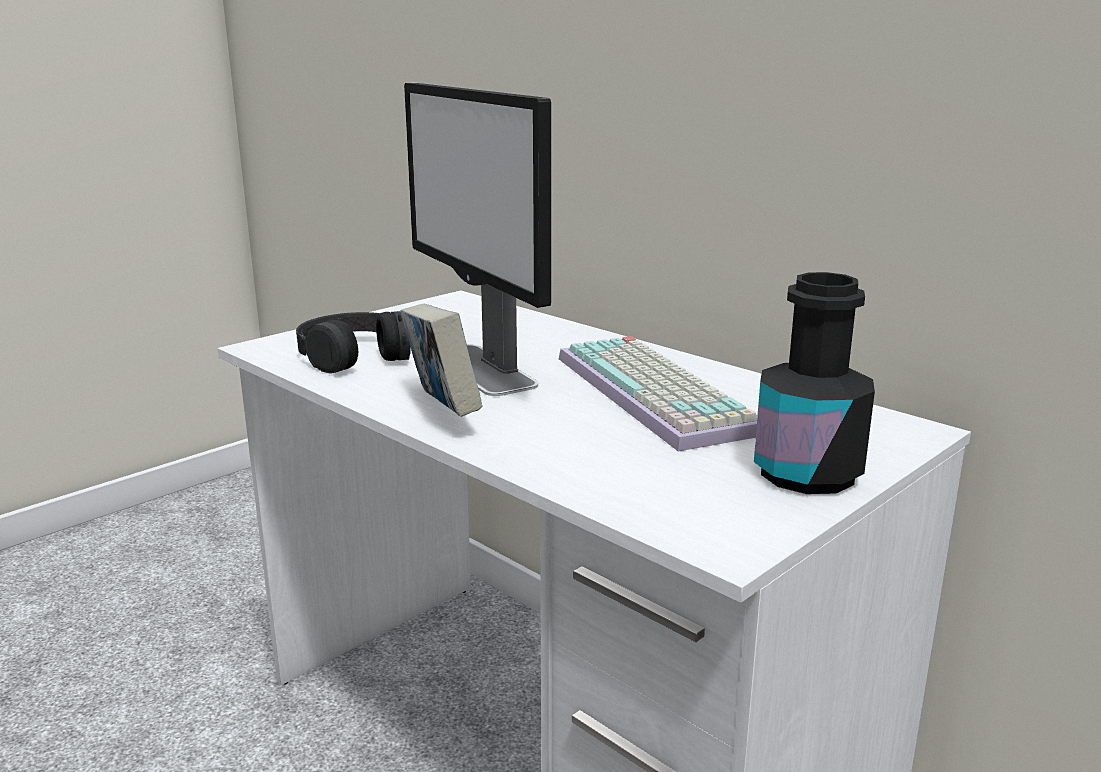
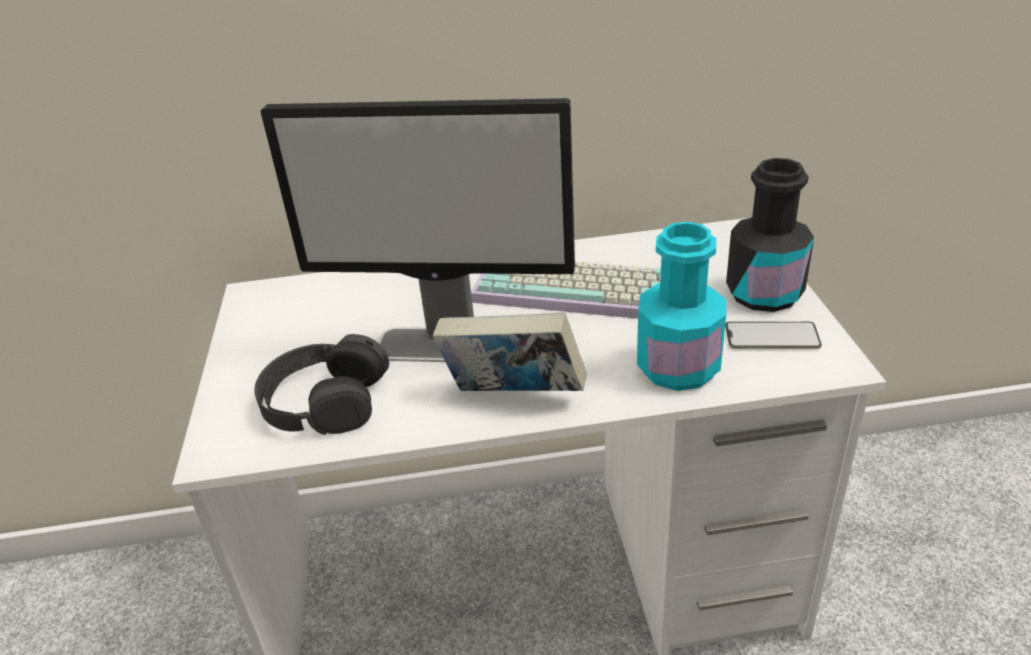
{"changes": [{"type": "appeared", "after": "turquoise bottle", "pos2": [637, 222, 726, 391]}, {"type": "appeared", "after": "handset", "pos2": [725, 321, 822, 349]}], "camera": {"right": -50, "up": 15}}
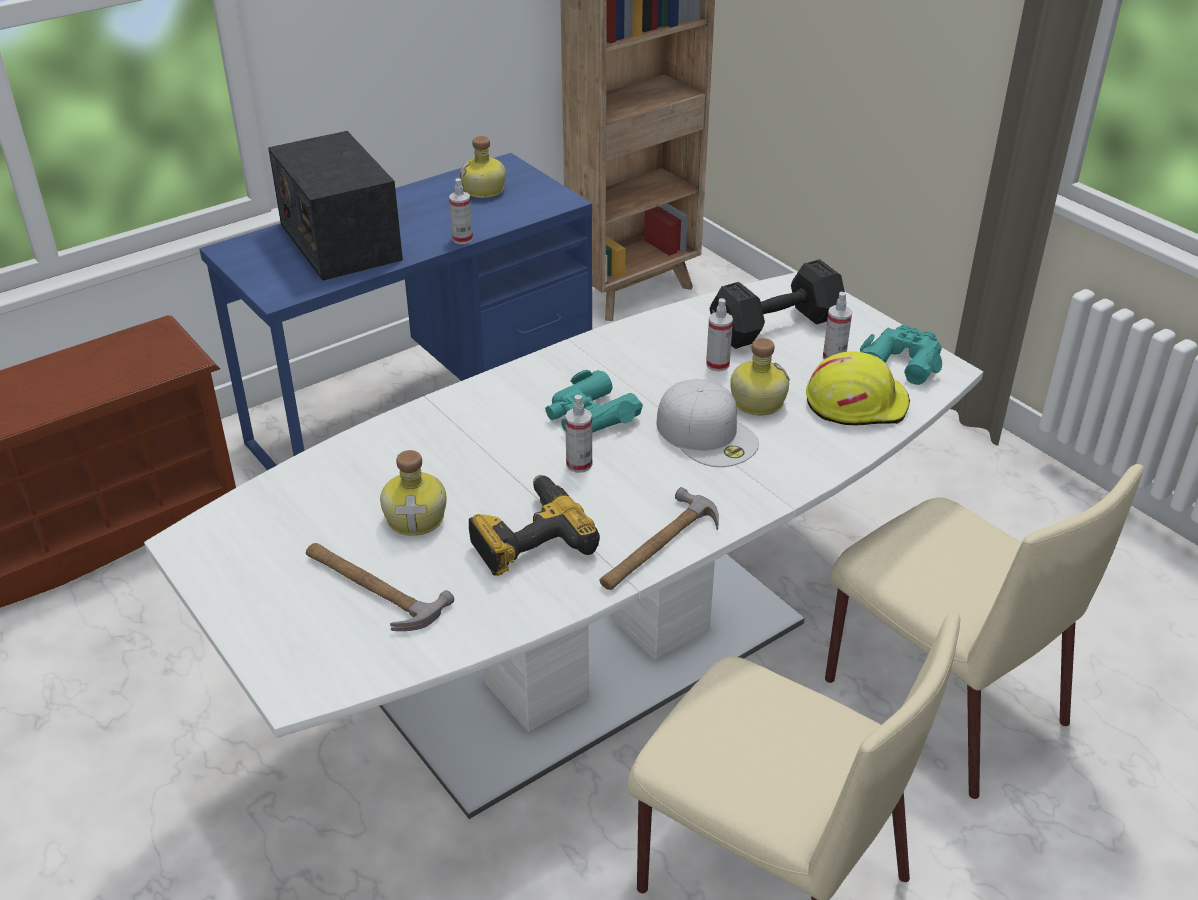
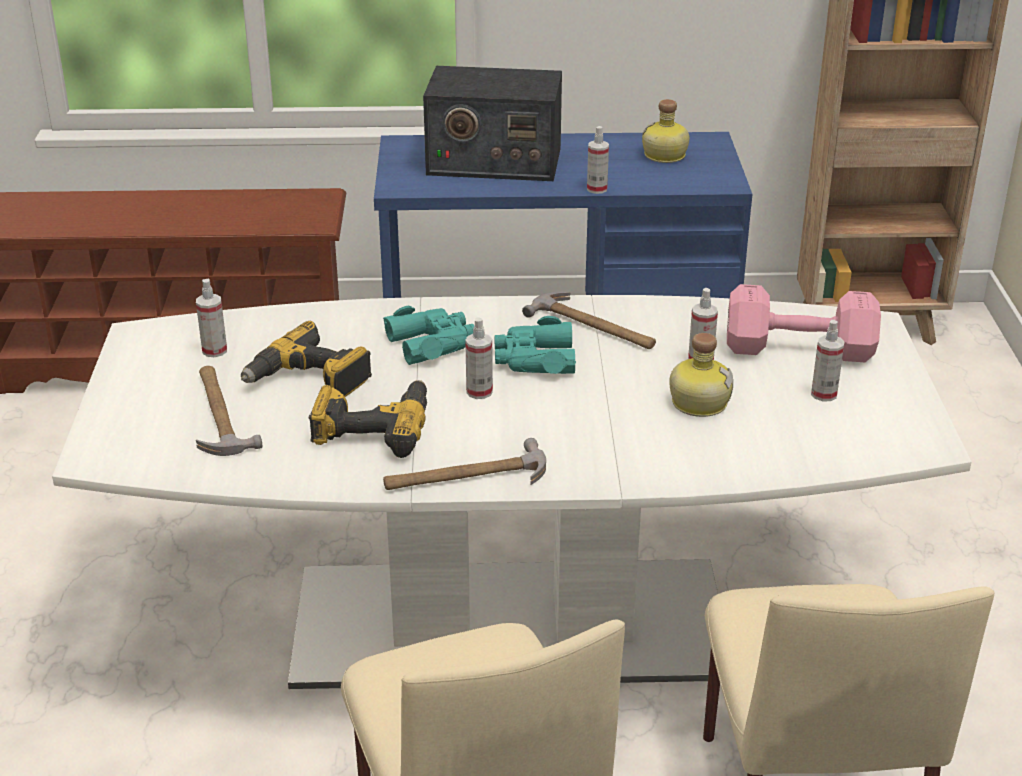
{"changes": [{"type": "spun", "before": "radio receiver", "pos1": [268, 131, 403, 281], "pos2": [423, 66, 562, 181], "turn": -90}, {"type": "exchanged", "before": "bottle", "after": "power drill", "pos1": [380, 450, 447, 536], "pos2": [241, 321, 372, 397]}, {"type": "missing", "before": "white cap", "pos1": [657, 379, 759, 467]}, {"type": "colour", "before": "black-coloured free weight", "after": "pink-coloured free weight", "pos1": [709, 259, 845, 349], "pos2": [727, 284, 881, 362]}, {"type": "missing", "before": "yellowish work helmet", "pos1": [806, 351, 910, 425]}, {"type": "relocated", "before": "turquoise pair of binoculars", "pos1": [859, 324, 942, 385], "pos2": [383, 306, 475, 365]}, {"type": "appeared", "after": "spray bottle", "pos2": [196, 279, 227, 357]}, {"type": "appeared", "after": "hand hammer", "pos2": [522, 292, 656, 349]}], "camera": {"right": 35, "up": -5}}
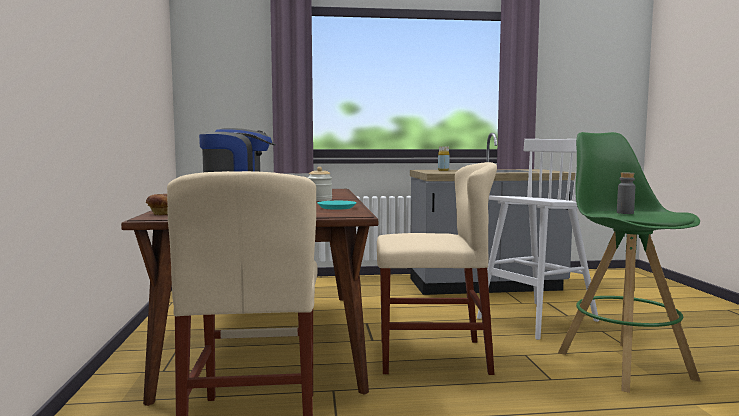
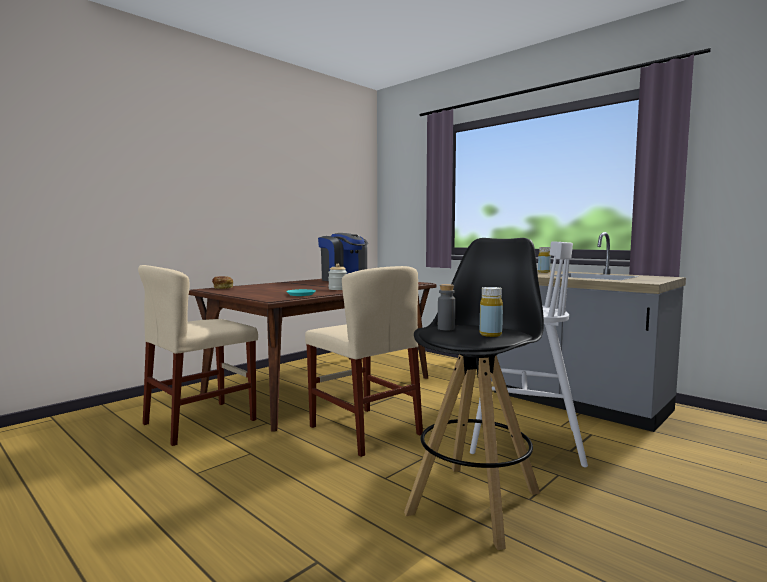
{"changes": [{"type": "colour", "before": "green-coloured sitting stool", "after": "black-coloured sitting stool", "pos1": [558, 132, 701, 393], "pos2": [404, 238, 544, 550]}, {"type": "appeared", "after": "yellowish bottle", "pos2": [480, 287, 503, 337]}], "camera": {"right": 50, "up": 0}}
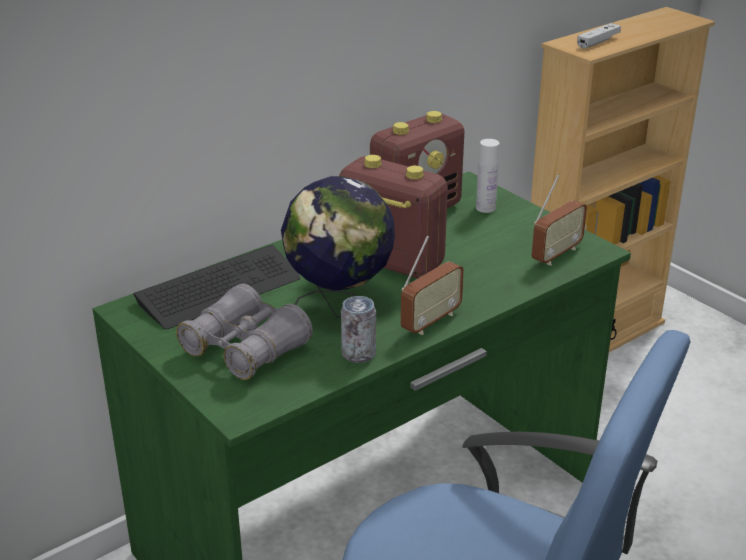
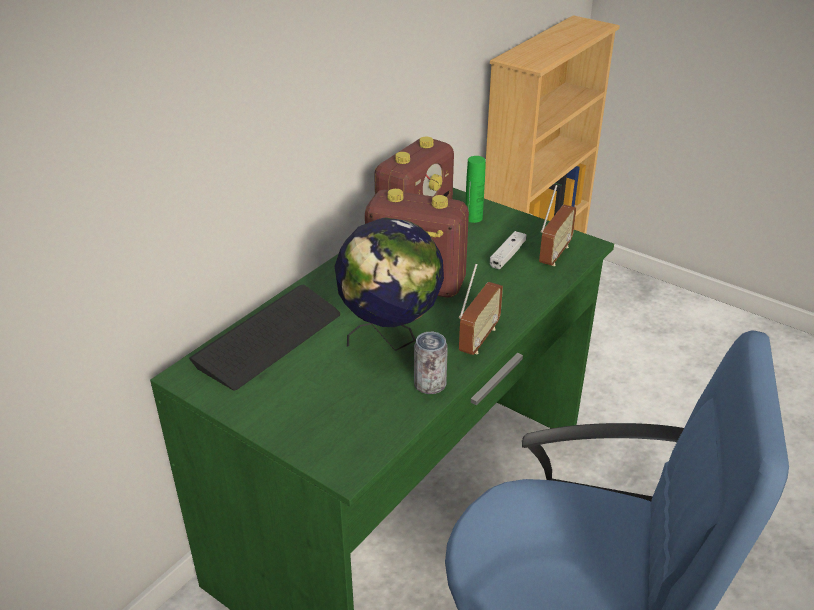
{"changes": [{"type": "missing", "before": "grey pair of binoculars", "pos1": [176, 284, 313, 380]}, {"type": "colour", "before": "white bottle", "after": "green-coloured bottle", "pos1": [476, 139, 500, 213], "pos2": [465, 156, 486, 223]}, {"type": "relocated", "before": "white game controller", "pos1": [577, 23, 621, 49], "pos2": [490, 231, 526, 269]}], "camera": {"right": -15, "up": 5}}
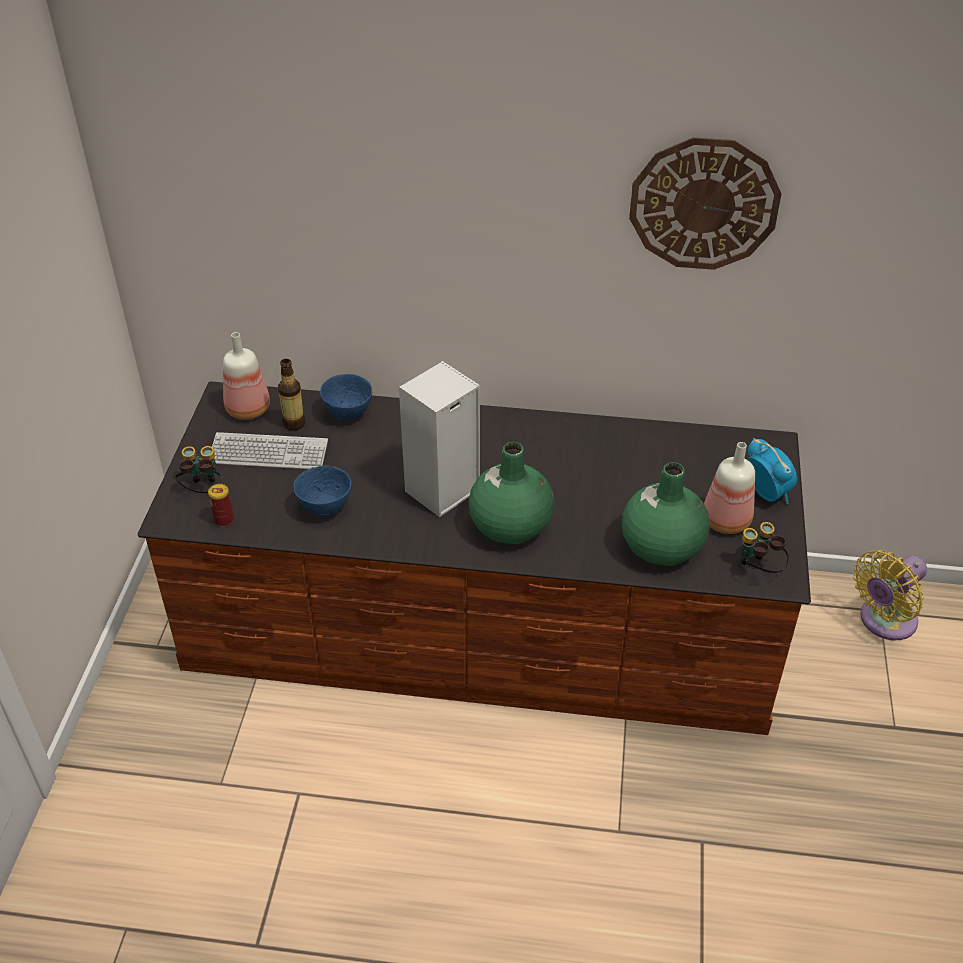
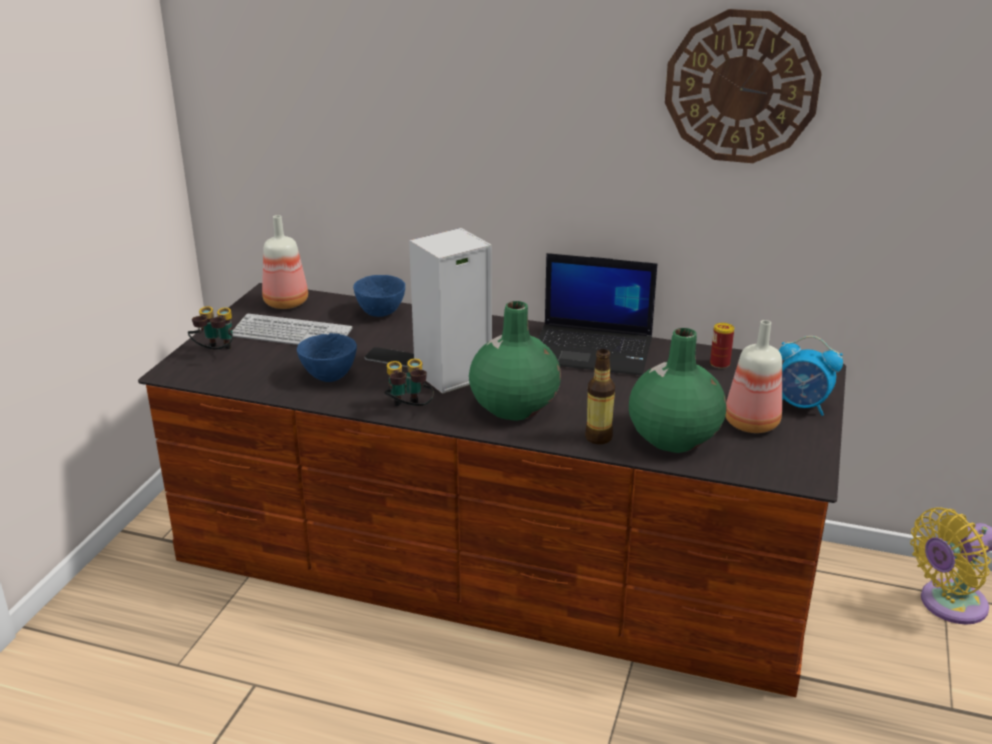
{"changes": [{"type": "relocated", "before": "metal can", "pos1": [208, 484, 234, 527], "pos2": [710, 323, 734, 369]}, {"type": "relocated", "before": "bottle", "pos1": [278, 359, 305, 431], "pos2": [585, 349, 615, 444]}, {"type": "relocated", "before": "pair of binoculars", "pos1": [740, 522, 789, 573], "pos2": [384, 359, 434, 406]}, {"type": "spun", "before": "table clock", "pos1": [746, 438, 797, 504], "pos2": [779, 336, 843, 416], "turn": 135}, {"type": "appeared", "after": "handset", "pos2": [364, 347, 414, 367]}, {"type": "appeared", "after": "laptop", "pos2": [538, 253, 658, 376]}], "camera": {"right": 10, "up": -15}}
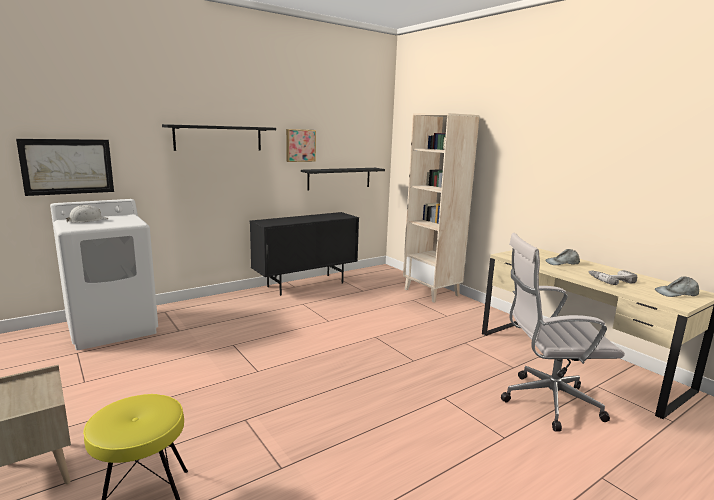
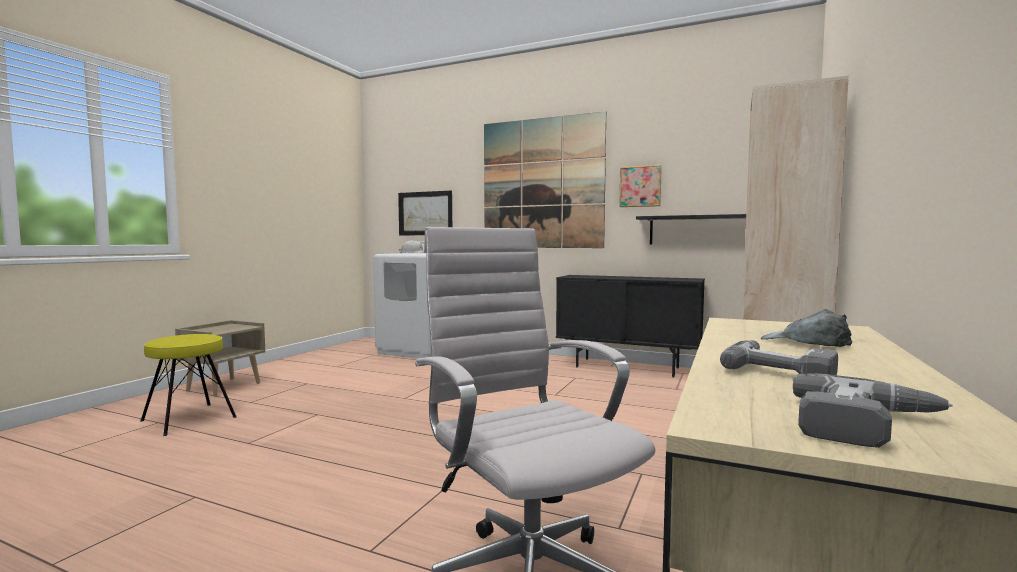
{"changes": [{"type": "exchanged", "before": "black-coloured shelf", "after": "wall art", "pos1": [162, 124, 276, 151], "pos2": [484, 111, 606, 248]}, {"type": "exchanged", "before": "grey cap", "after": "power drill", "pos1": [655, 277, 699, 297], "pos2": [793, 373, 953, 448]}], "camera": {"right": 60, "up": -10}}
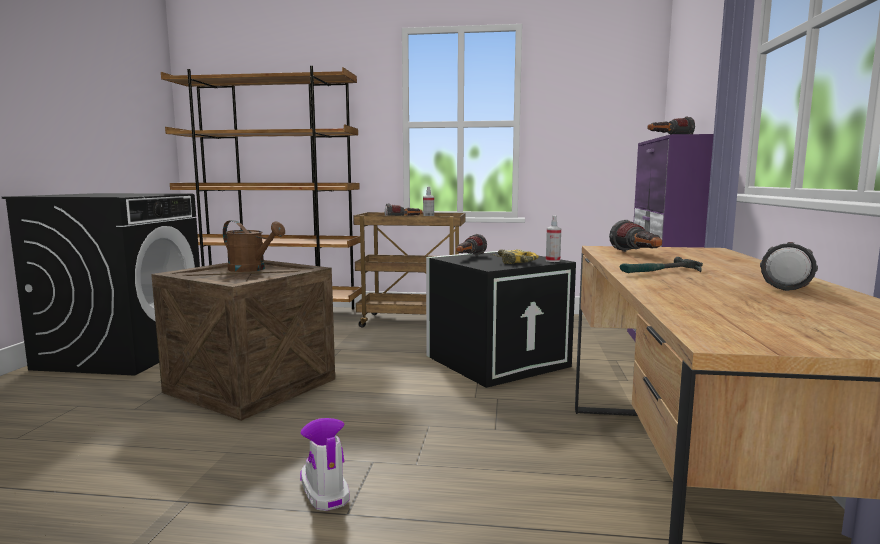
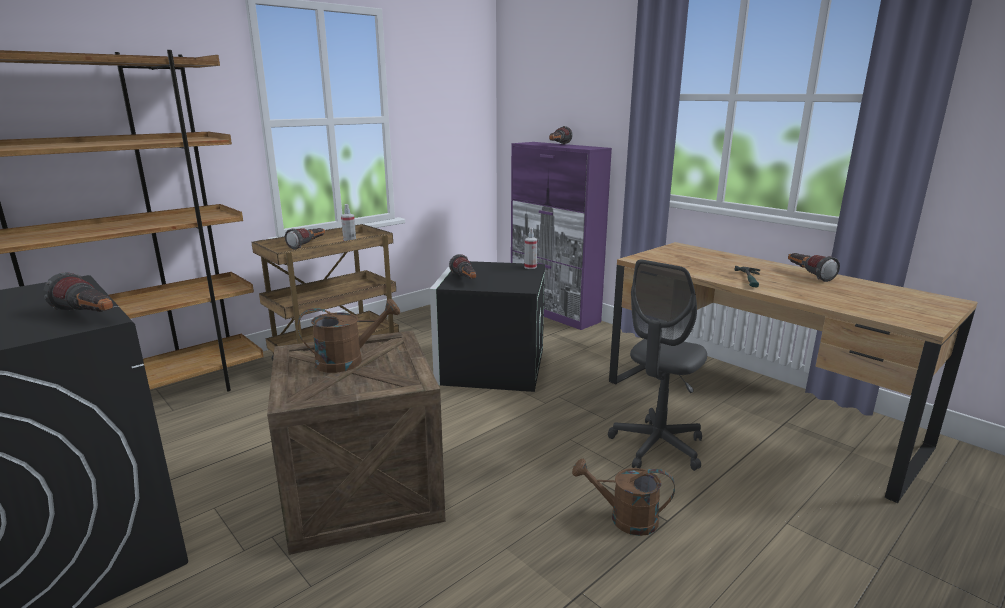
{"changes": [{"type": "exchanged", "before": "high-top boot", "after": "brown watering can", "pos1": [300, 418, 349, 511], "pos2": [572, 459, 675, 536]}, {"type": "missing", "before": "power drill", "pos1": [492, 249, 539, 264]}, {"type": "relocated", "before": "torch", "pos1": [609, 220, 662, 252], "pos2": [43, 272, 113, 312]}, {"type": "appeared", "after": "grey desk chair", "pos2": [608, 259, 707, 471]}], "camera": {"right": -50, "up": 10}}
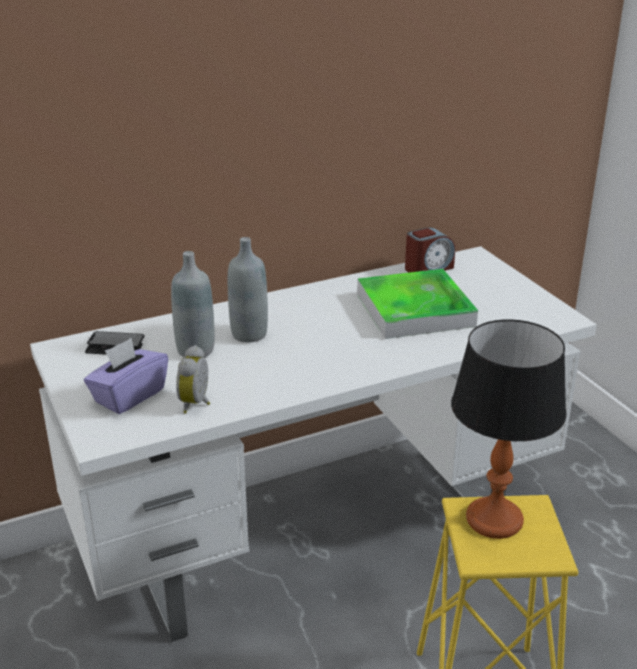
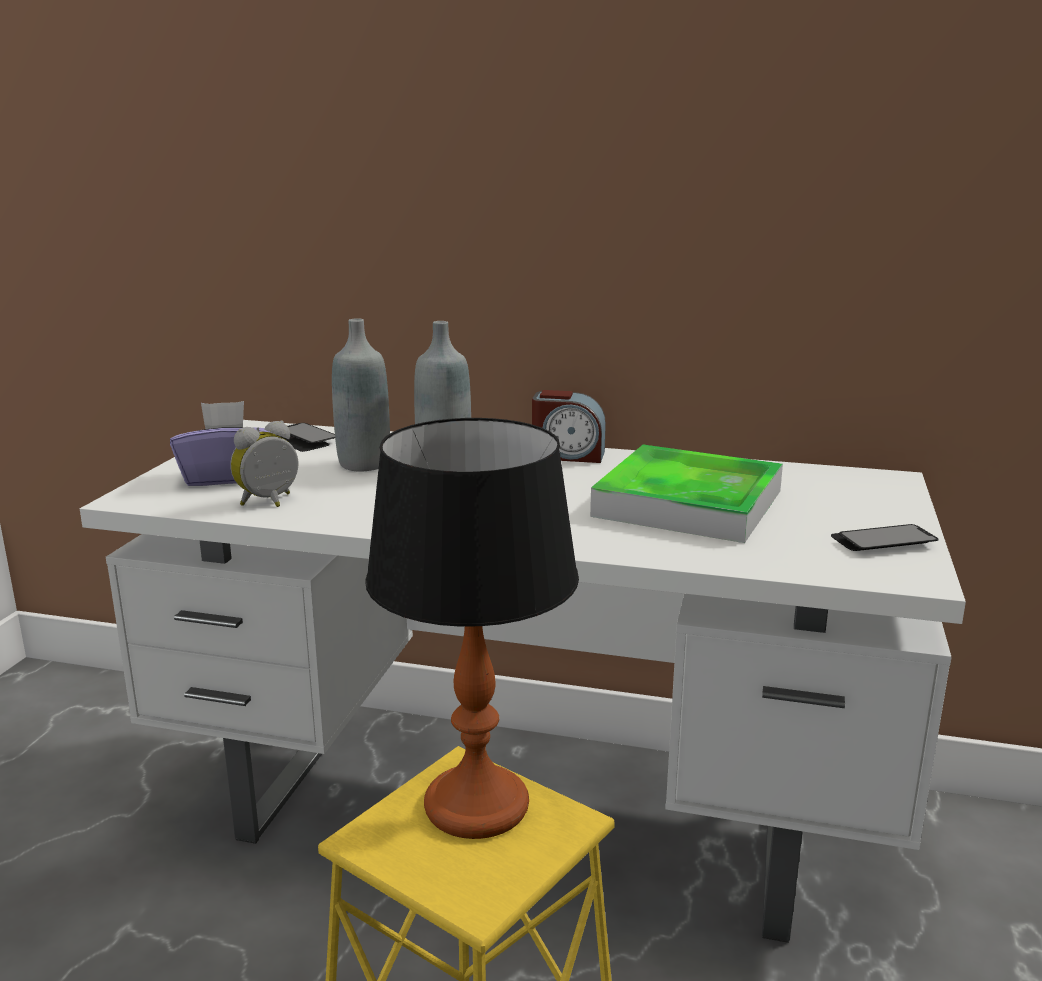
{"changes": [{"type": "relocated", "before": "table clock", "pos1": [405, 227, 455, 273], "pos2": [532, 390, 606, 463]}, {"type": "appeared", "after": "handset", "pos2": [831, 524, 939, 551]}], "camera": {"right": 40, "up": -10}}
